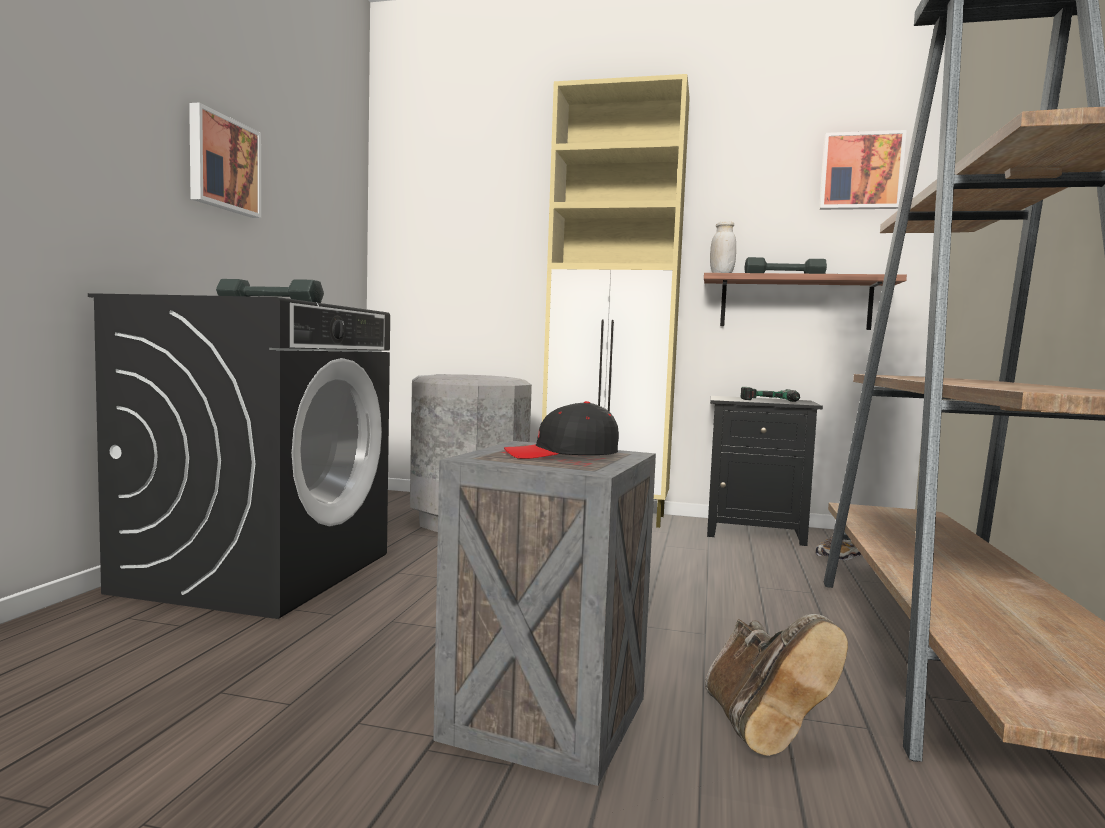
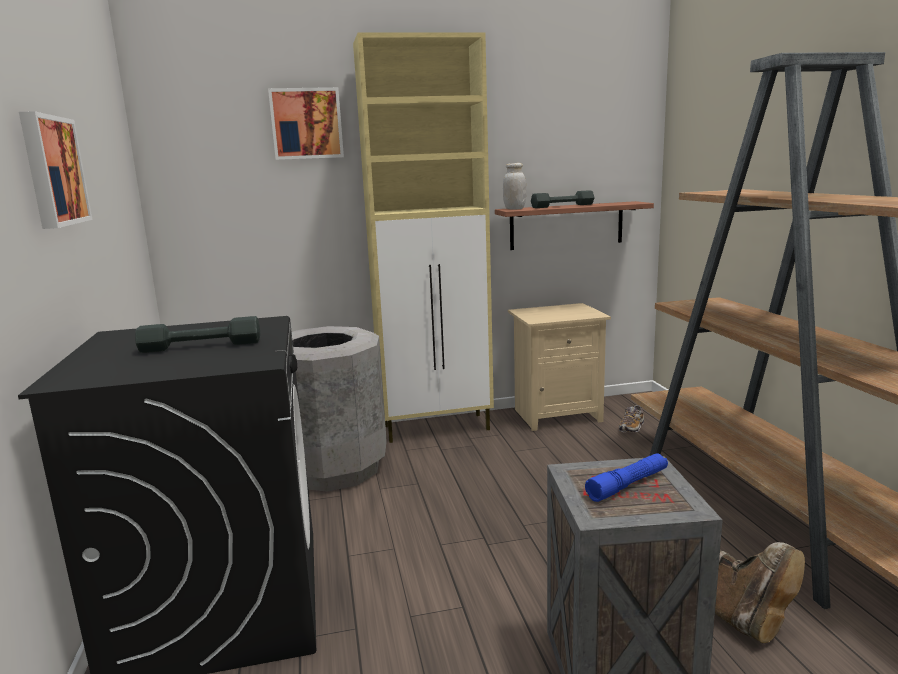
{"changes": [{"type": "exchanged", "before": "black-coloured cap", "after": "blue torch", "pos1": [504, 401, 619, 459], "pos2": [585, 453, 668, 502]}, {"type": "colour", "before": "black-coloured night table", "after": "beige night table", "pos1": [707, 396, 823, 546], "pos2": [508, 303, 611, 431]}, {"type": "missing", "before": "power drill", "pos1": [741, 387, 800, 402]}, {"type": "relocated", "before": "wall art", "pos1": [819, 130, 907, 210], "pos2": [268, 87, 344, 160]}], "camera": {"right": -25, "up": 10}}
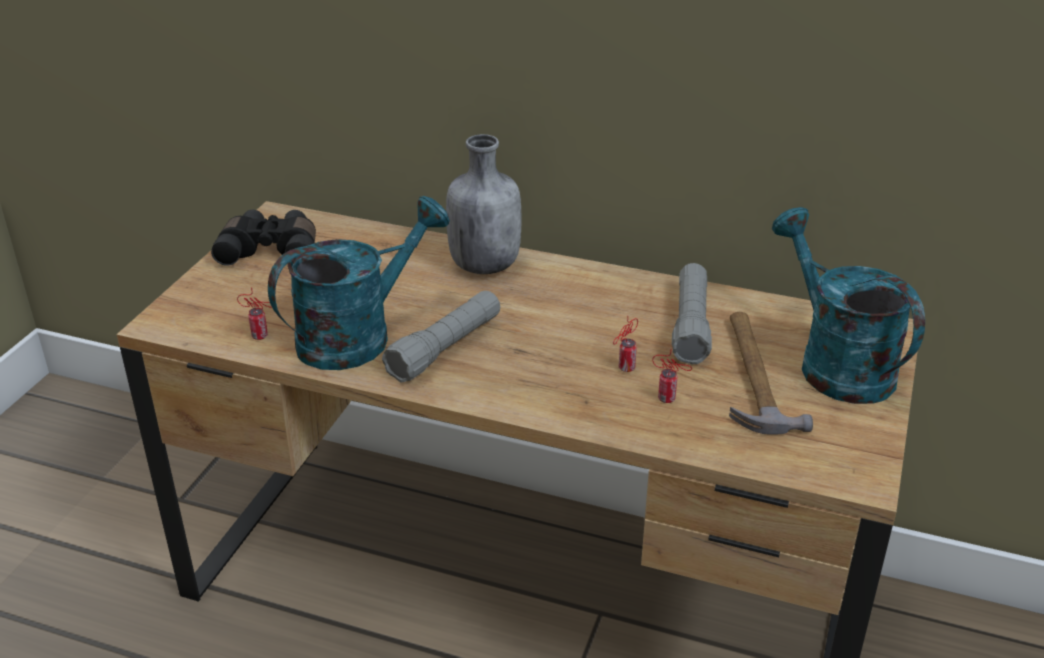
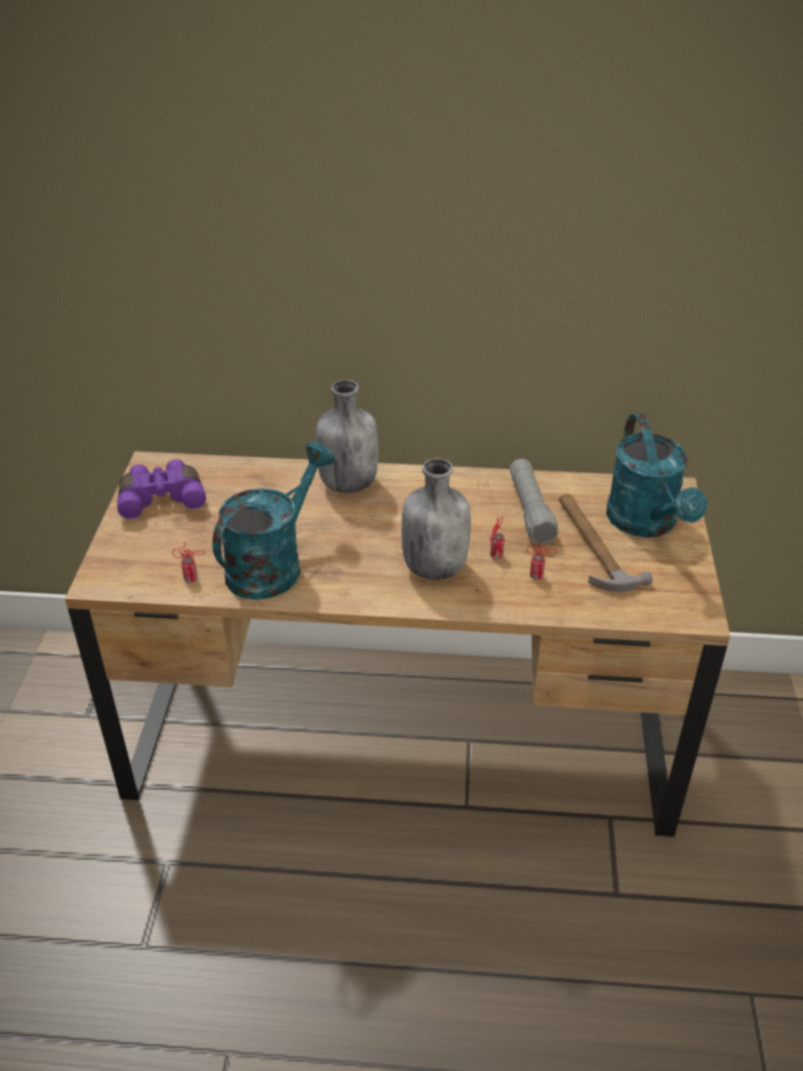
{"changes": [{"type": "colour", "before": "black-coloured pair of binoculars", "after": "purple-coloured pair of binoculars", "pos1": [211, 210, 316, 266], "pos2": [117, 459, 206, 519]}, {"type": "missing", "before": "grey torch", "pos1": [382, 291, 500, 382]}, {"type": "spun", "before": "turquoise watering can", "pos1": [772, 207, 925, 404], "pos2": [606, 413, 708, 538], "turn": -150}, {"type": "appeared", "after": "grey bottle", "pos2": [401, 458, 471, 580]}], "camera": {"right": -15, "up": 5}}
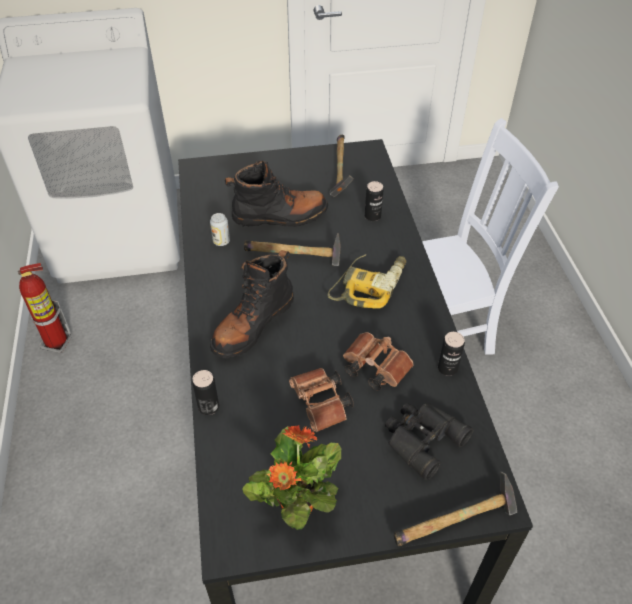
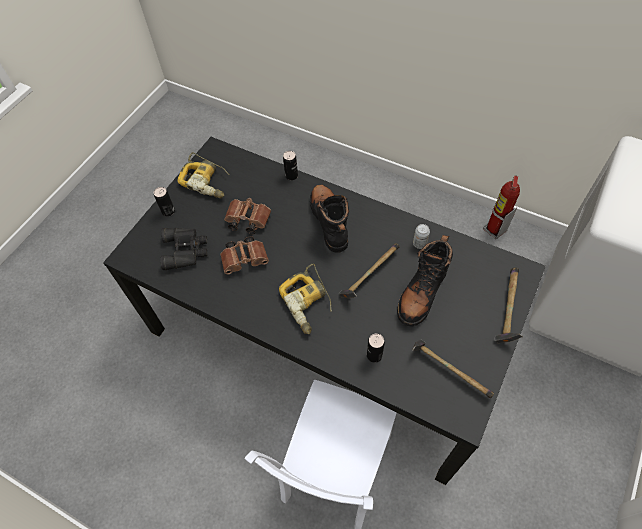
{"changes": [{"type": "exchanged", "before": "plant in a pot", "after": "power drill", "pos1": [242, 425, 341, 530], "pos2": [177, 152, 229, 198]}, {"type": "relocated", "before": "hand hammer", "pos1": [394, 472, 517, 546], "pos2": [494, 268, 523, 343]}, {"type": "relocated", "before": "metal can", "pos1": [438, 332, 465, 376], "pos2": [154, 187, 175, 216]}], "camera": {"right": 130, "up": 10}}
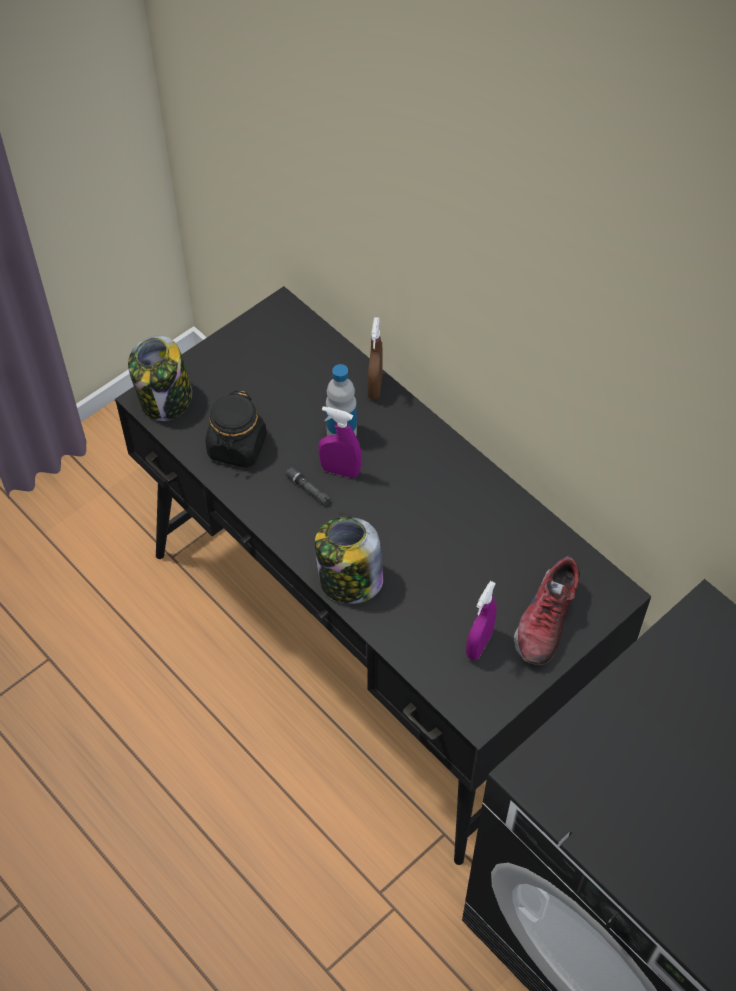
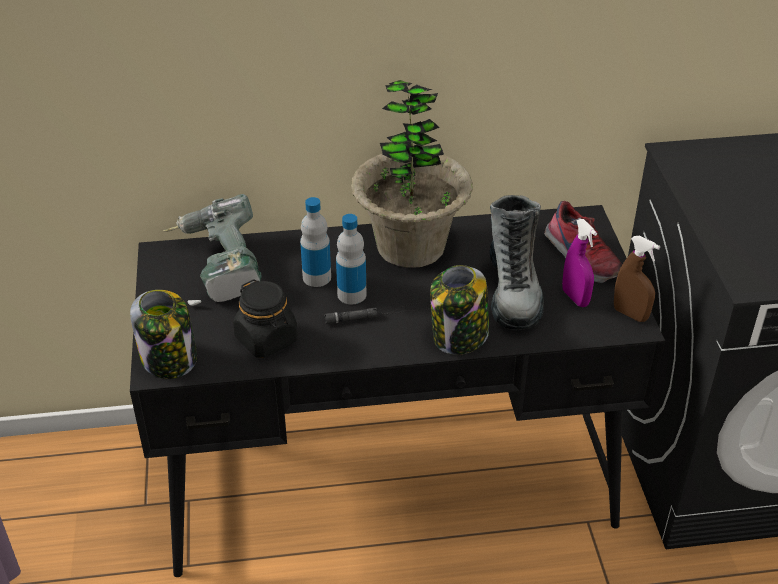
{"changes": [{"type": "exchanged", "before": "purple-coloured spray bottle", "after": "bottle", "pos1": [318, 406, 362, 478], "pos2": [336, 214, 366, 304]}, {"type": "relocated", "before": "brown spray bottle", "pos1": [368, 317, 383, 400], "pos2": [614, 236, 660, 322]}, {"type": "appeared", "after": "power drill", "pos2": [163, 194, 262, 306]}, {"type": "appeared", "after": "plant in a pot", "pos2": [351, 80, 473, 268]}, {"type": "appeared", "after": "high-top boot", "pos2": [489, 195, 544, 330]}], "camera": {"right": -55, "up": -15}}
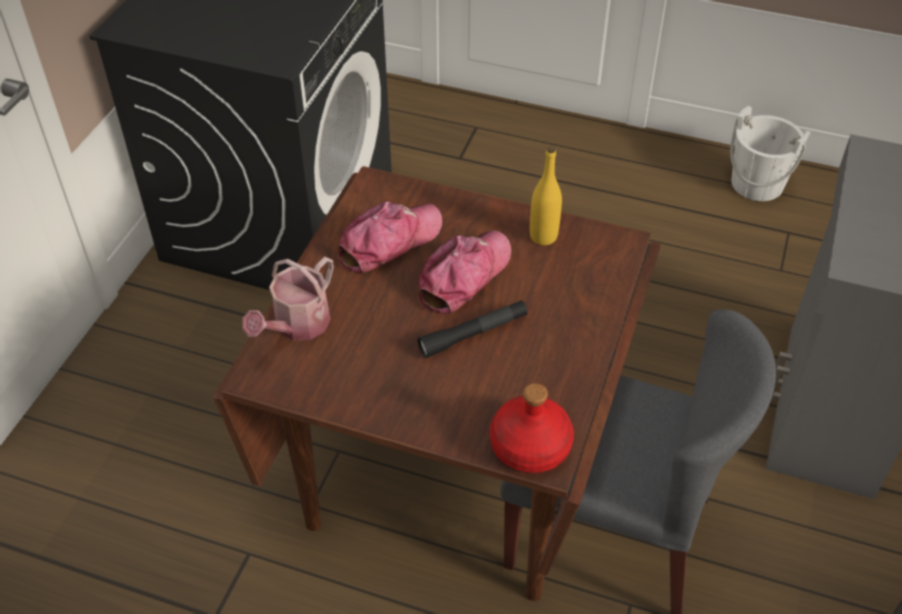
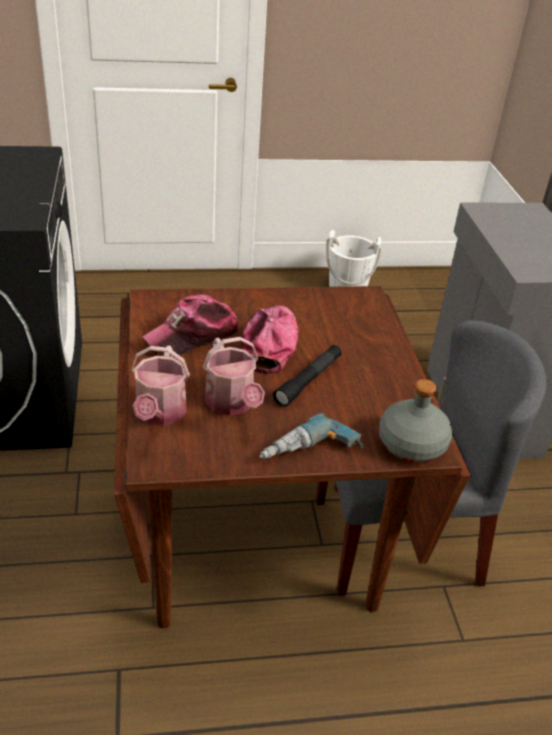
{"changes": [{"type": "spun", "before": "cap", "pos1": [337, 201, 442, 273], "pos2": [142, 295, 240, 355], "turn": -150}, {"type": "colour", "before": "red-coloured bottle", "after": "grey bottle", "pos1": [490, 383, 574, 473], "pos2": [379, 379, 452, 462]}, {"type": "missing", "before": "yellowish bottle", "pos1": [530, 146, 562, 245]}, {"type": "appeared", "after": "watering can", "pos2": [203, 337, 265, 415]}, {"type": "appeared", "after": "power drill", "pos2": [259, 413, 364, 459]}], "camera": {"right": -30, "up": -10}}
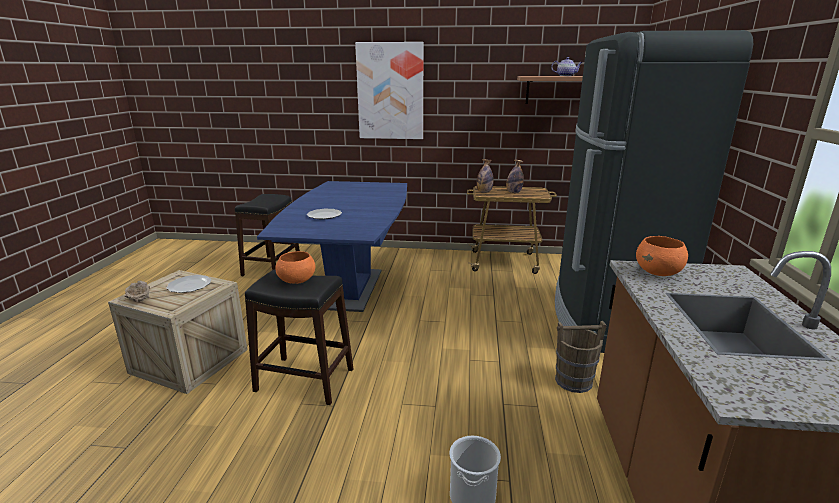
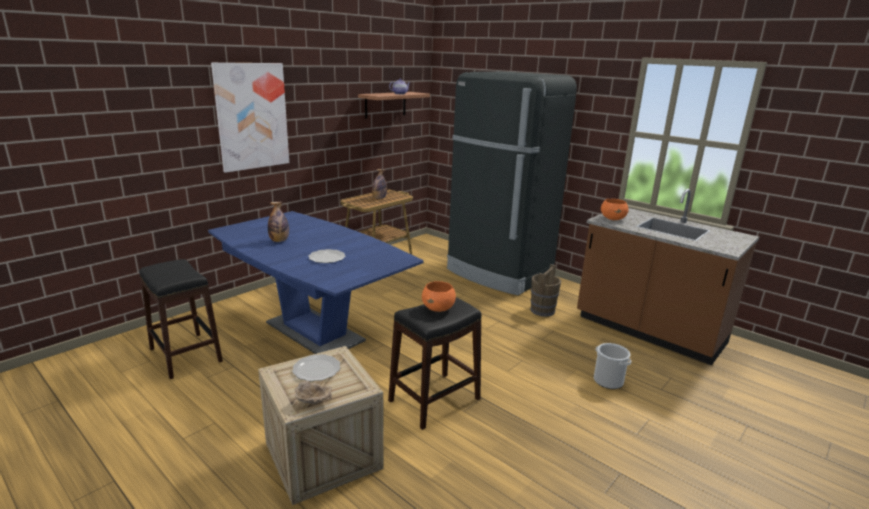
{"changes": [{"type": "relocated", "before": "bottle", "pos1": [476, 159, 494, 193], "pos2": [268, 202, 289, 242]}], "camera": {"right": -55, "up": 0}}
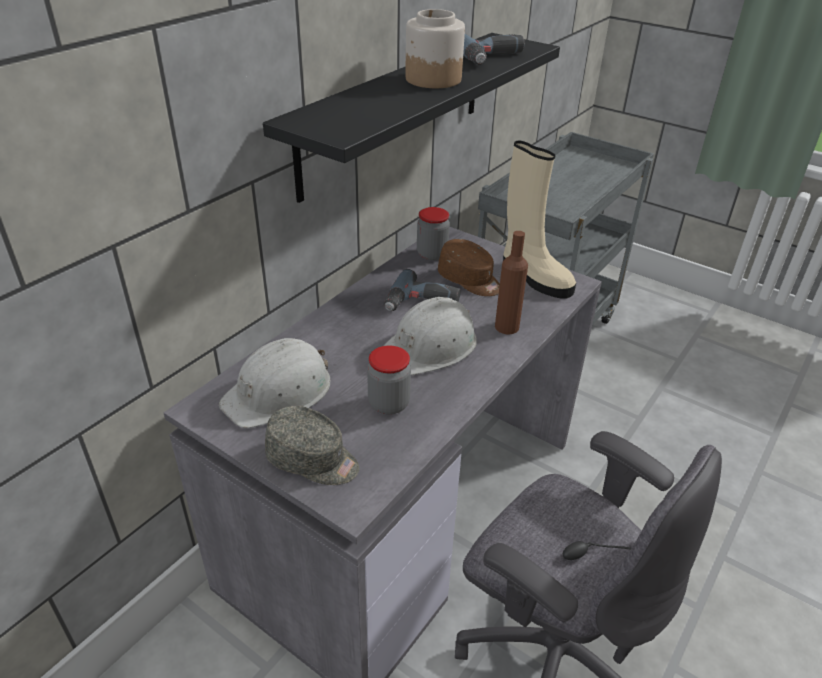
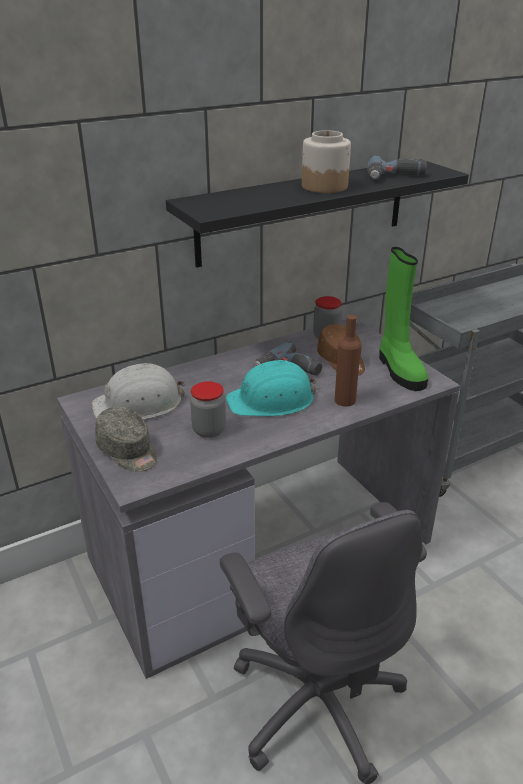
{"changes": [{"type": "colour", "before": "white work helmet", "after": "turquoise work helmet", "pos1": [383, 296, 477, 376], "pos2": [226, 360, 316, 417]}, {"type": "colour", "before": "beige high-top boot", "after": "green-coloured high-top boot", "pos1": [503, 141, 576, 299], "pos2": [379, 247, 428, 391]}], "camera": {"right": 25, "up": -5}}
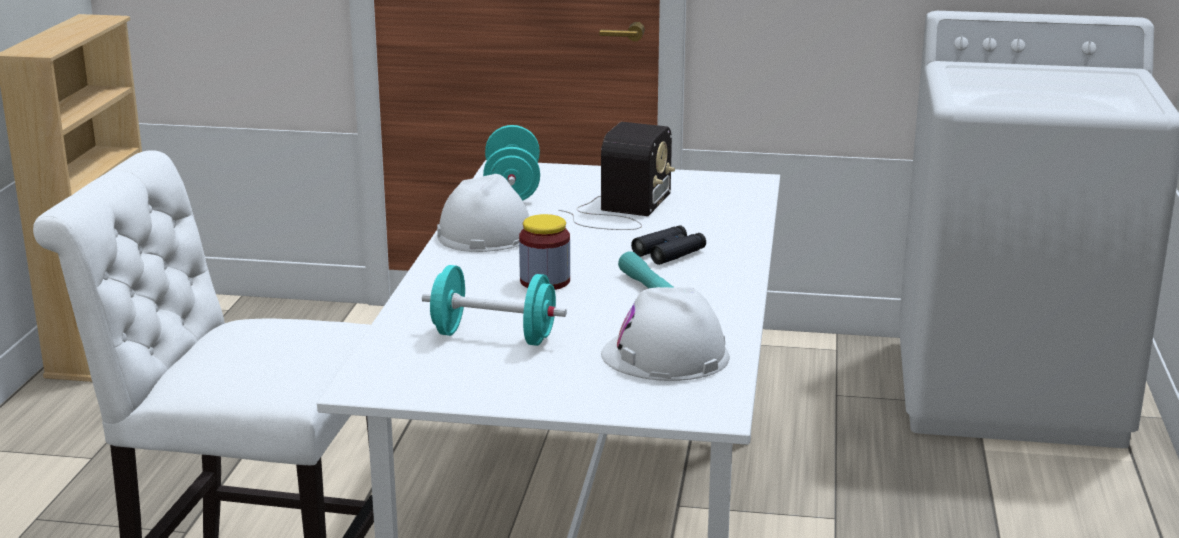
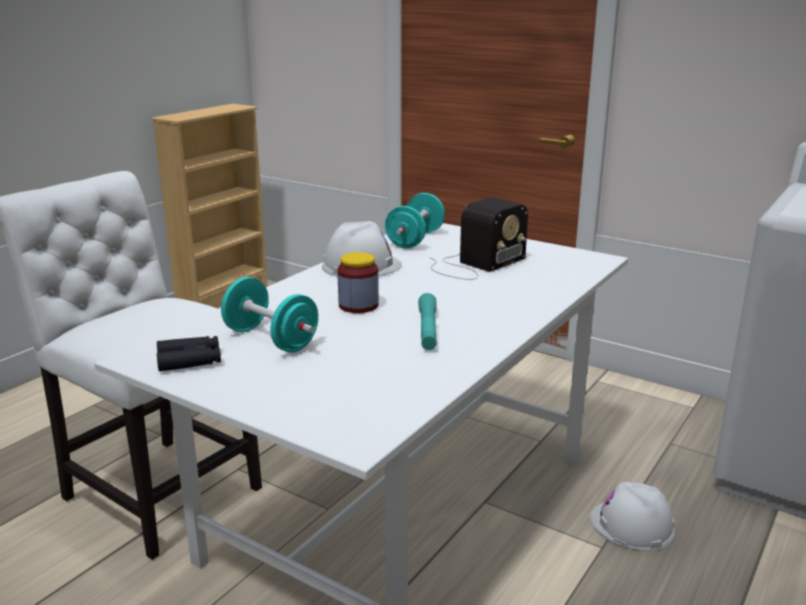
{"changes": [{"type": "relocated", "before": "white work helmet", "pos1": [601, 287, 730, 381], "pos2": [590, 482, 675, 551]}, {"type": "relocated", "before": "black-coloured pair of binoculars", "pos1": [631, 225, 706, 265], "pos2": [157, 336, 221, 371]}], "camera": {"right": 25, "up": 0}}
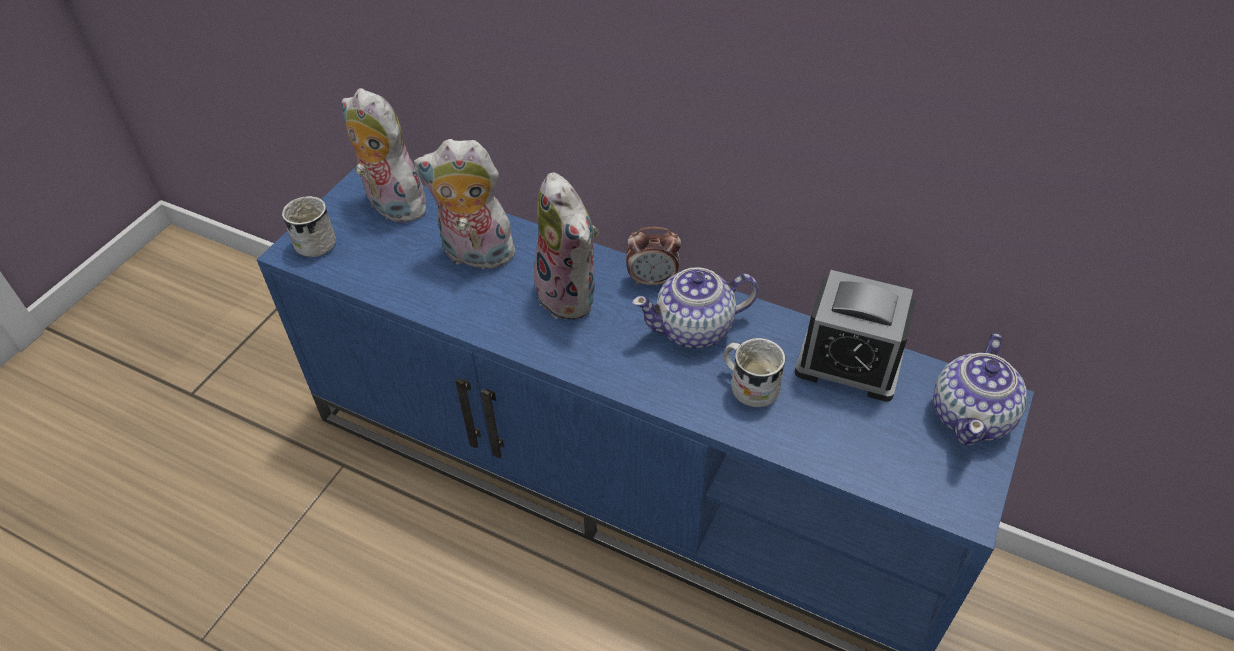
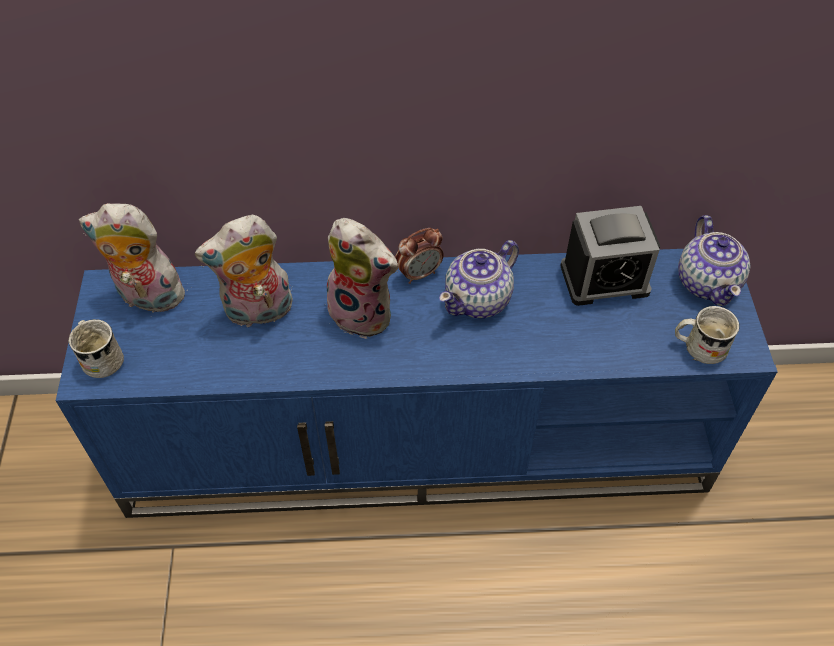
{"changes": [{"type": "relocated", "before": "white coffee mug", "pos1": [724, 338, 785, 407], "pos2": [675, 306, 740, 364]}], "camera": {"right": -30, "up": 5}}
